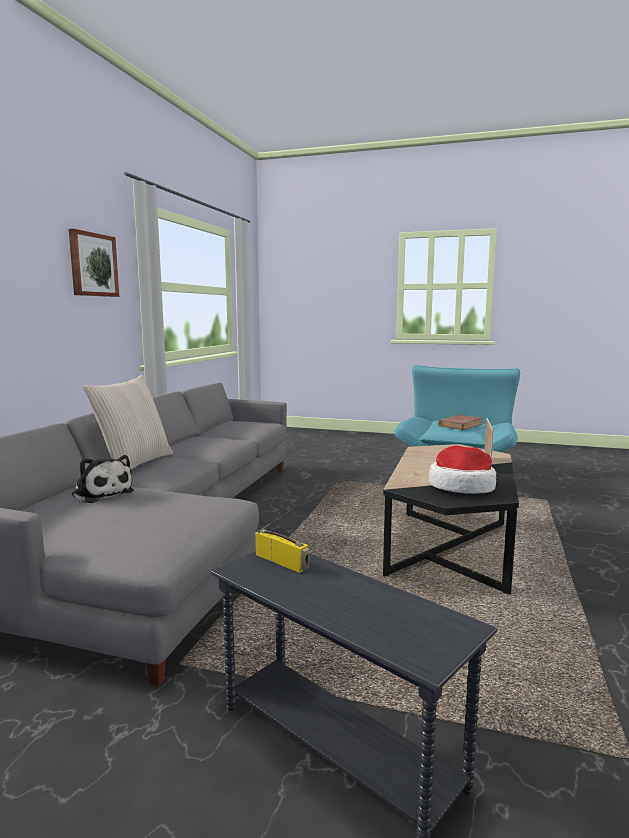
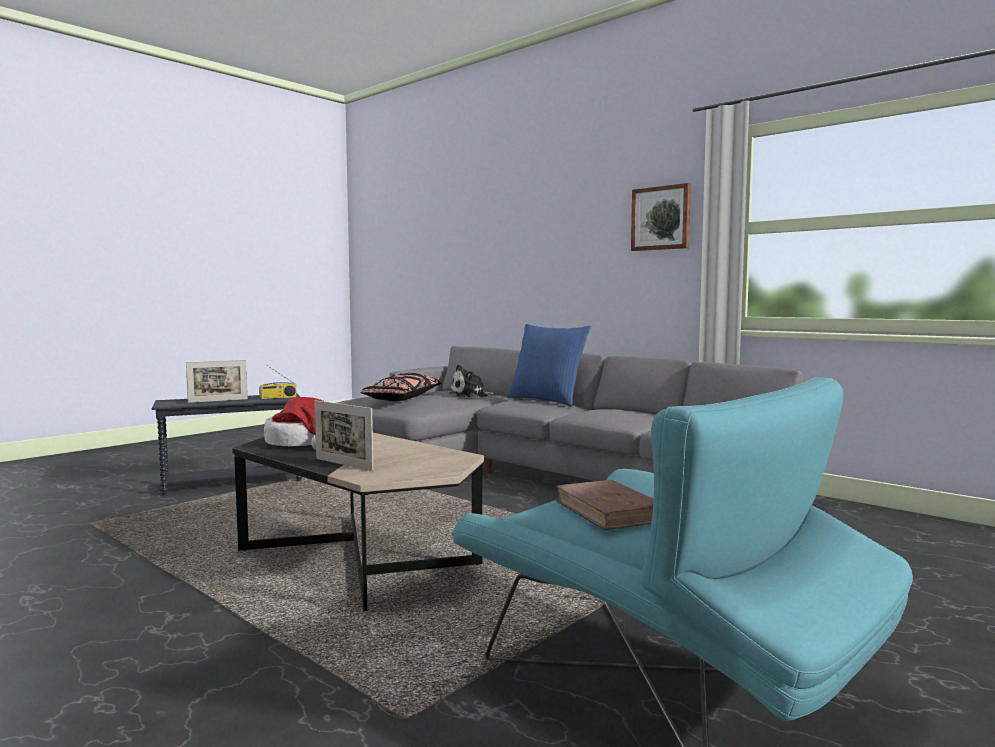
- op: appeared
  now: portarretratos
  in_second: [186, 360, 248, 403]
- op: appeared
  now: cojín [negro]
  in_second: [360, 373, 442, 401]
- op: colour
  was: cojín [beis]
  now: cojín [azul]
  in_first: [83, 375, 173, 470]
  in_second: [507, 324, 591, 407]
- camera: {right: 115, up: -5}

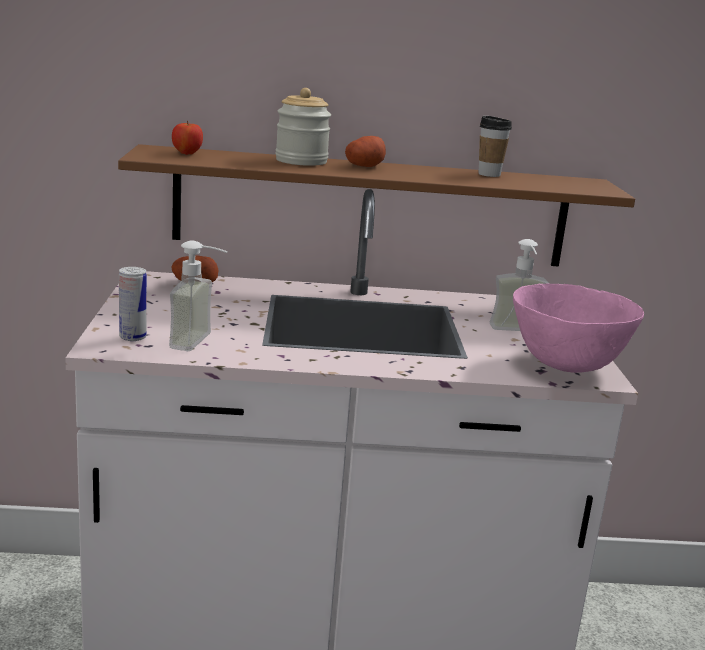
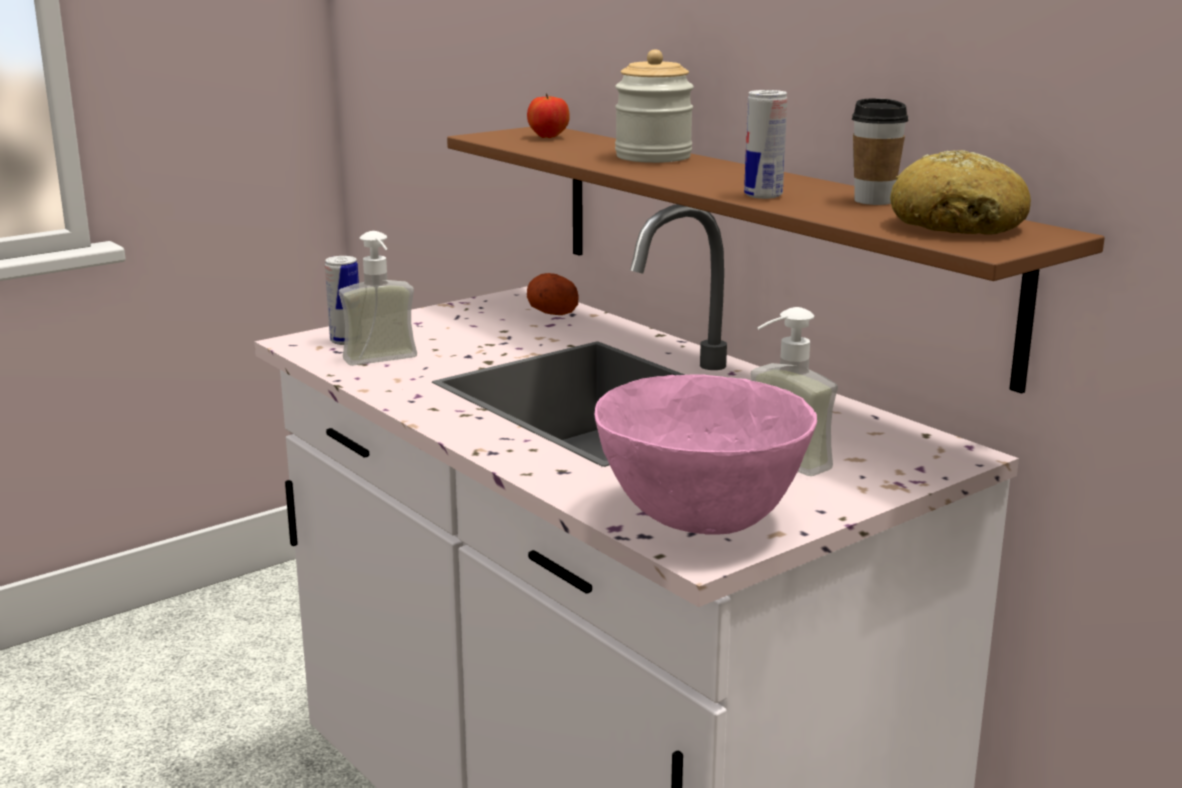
- op: missing
  was: patata
  in_first: [345, 136, 386, 167]
- op: appeared
  now: lata
  in_second: [744, 90, 787, 199]
- op: appeared
  now: pan
  in_second: [890, 150, 1031, 235]
- camera: {right: 55, up: 0}

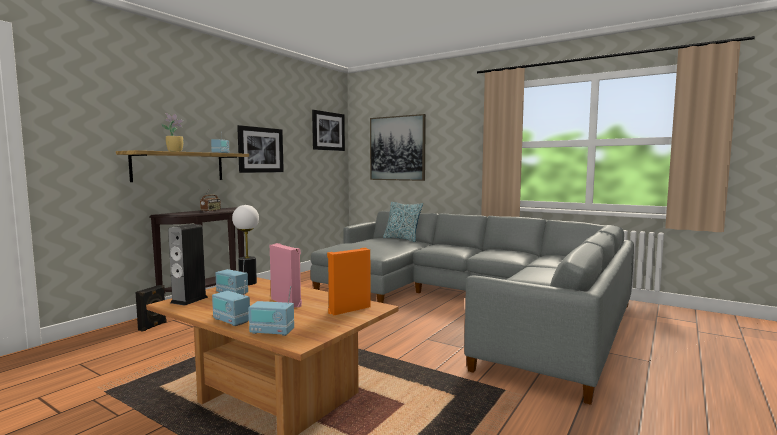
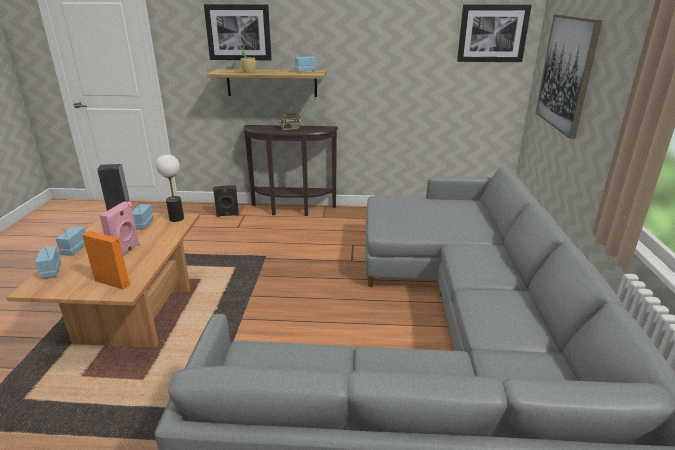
- op: missing
  was: cojín
  in_first: [383, 202, 423, 242]
- op: relocated
  was: cuadro
  in_first: [237, 125, 284, 173]
  in_second: [204, 4, 272, 60]
- camera: {right: 60, up: 20}

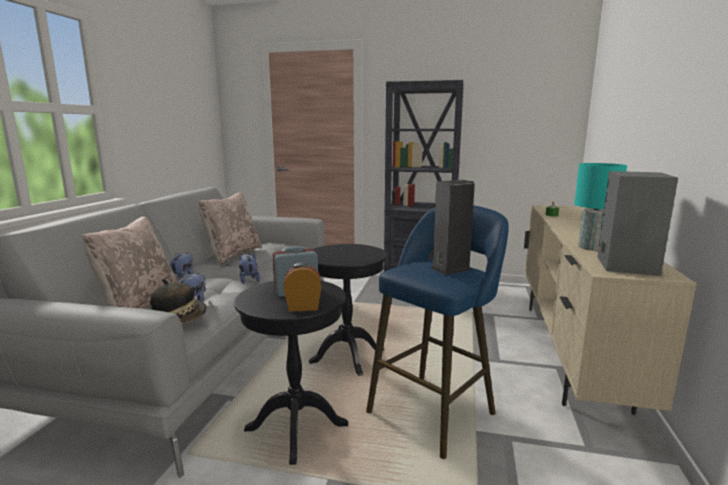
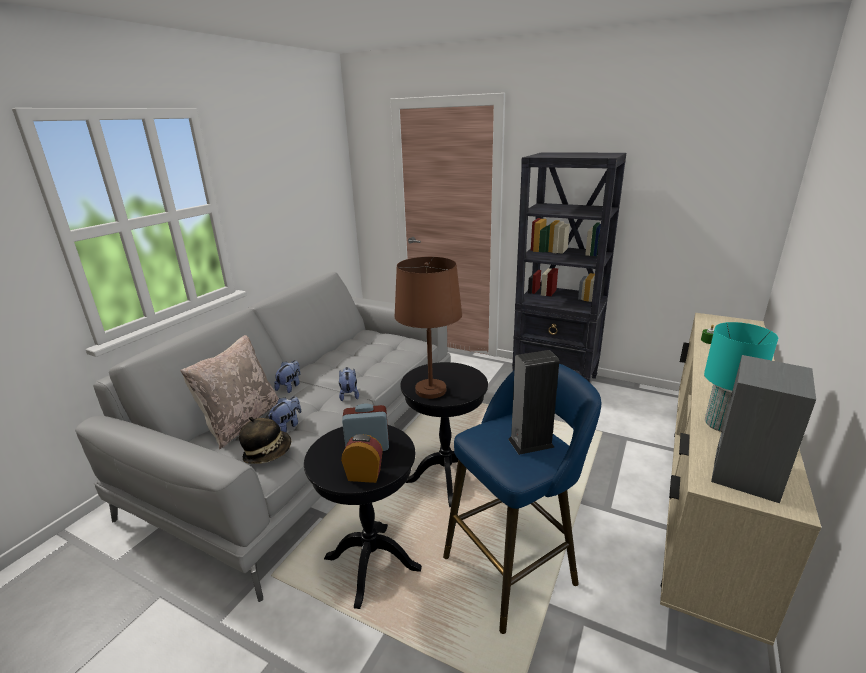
- op: missing
  was: cojín [beis]
  in_first: [198, 193, 262, 264]
- op: appeared
  now: lámpara de mesa [marrón]
  in_second: [394, 257, 462, 399]
- camera: {right: 15, up: 10}

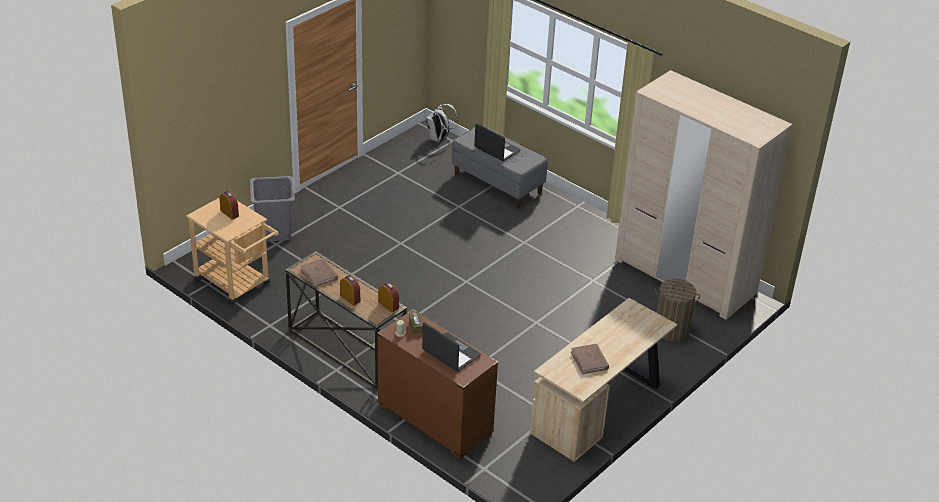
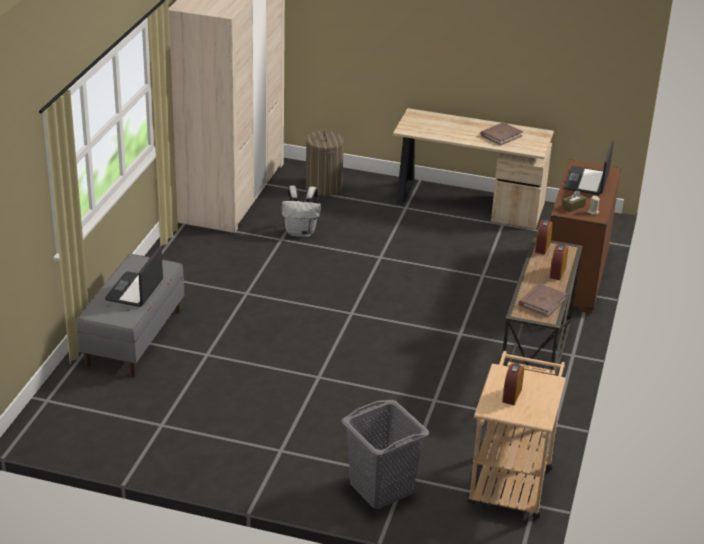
- op: relocated
  was: mochila [blanco]
  in_first: [426, 104, 458, 142]
  in_second: [282, 186, 321, 237]
- camera: {right: -115, up: -5}

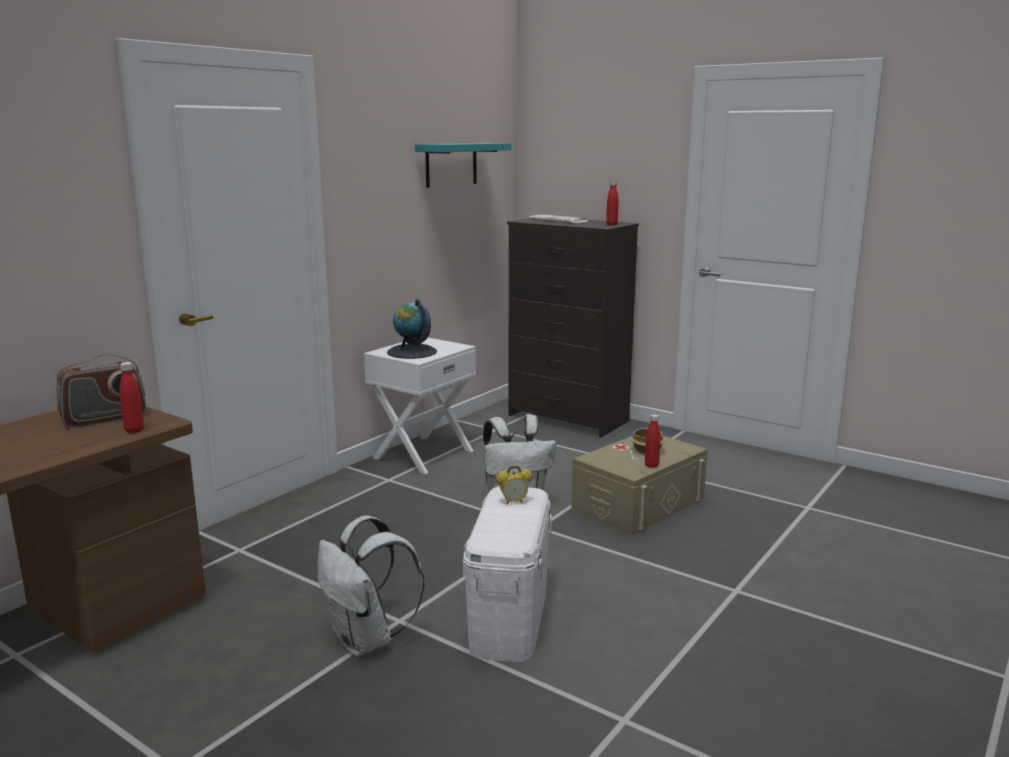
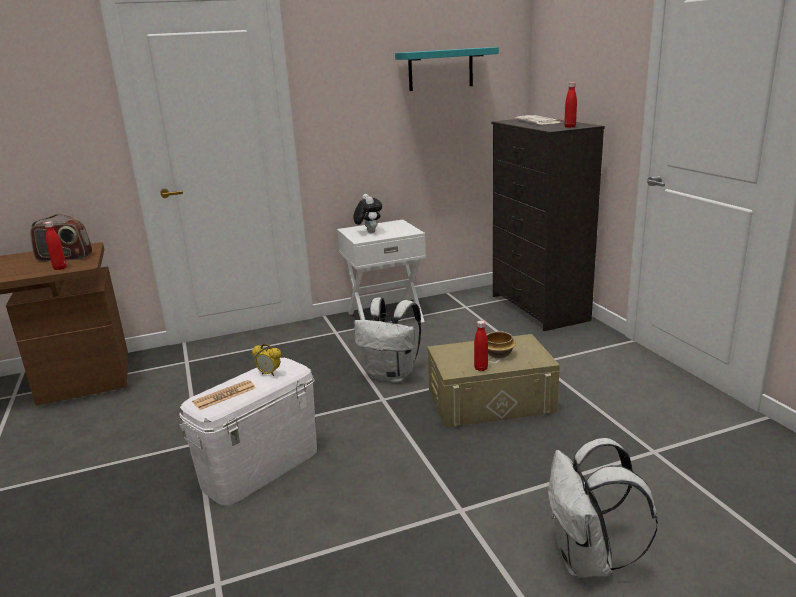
- op: appeared
  now: periódico
  in_second: [192, 380, 255, 410]
- op: relocated
  was: mochila [blanco]
  in_first: [318, 516, 425, 656]
  in_second: [548, 438, 658, 578]
- op: exchanged
  was: globo terráqueo
  now: peluche
  in_first: [387, 299, 437, 359]
  in_second: [353, 194, 382, 233]
- camera: {right: 35, up: 5}

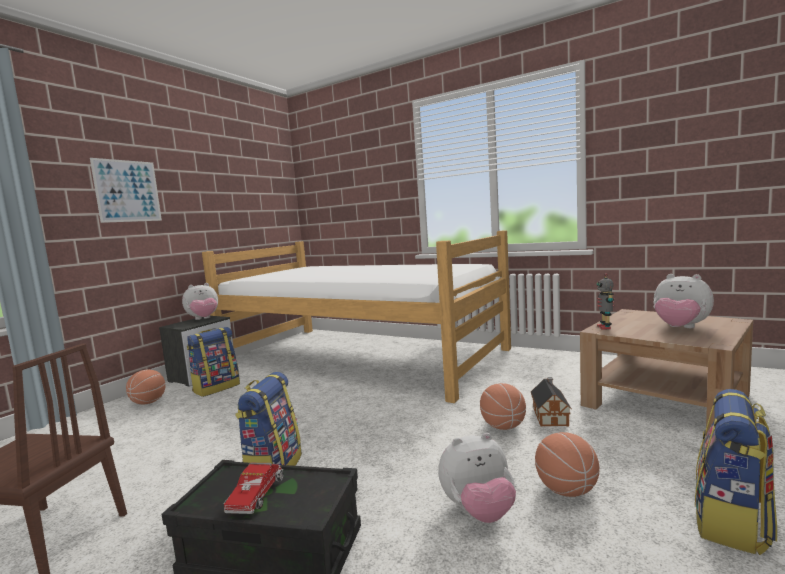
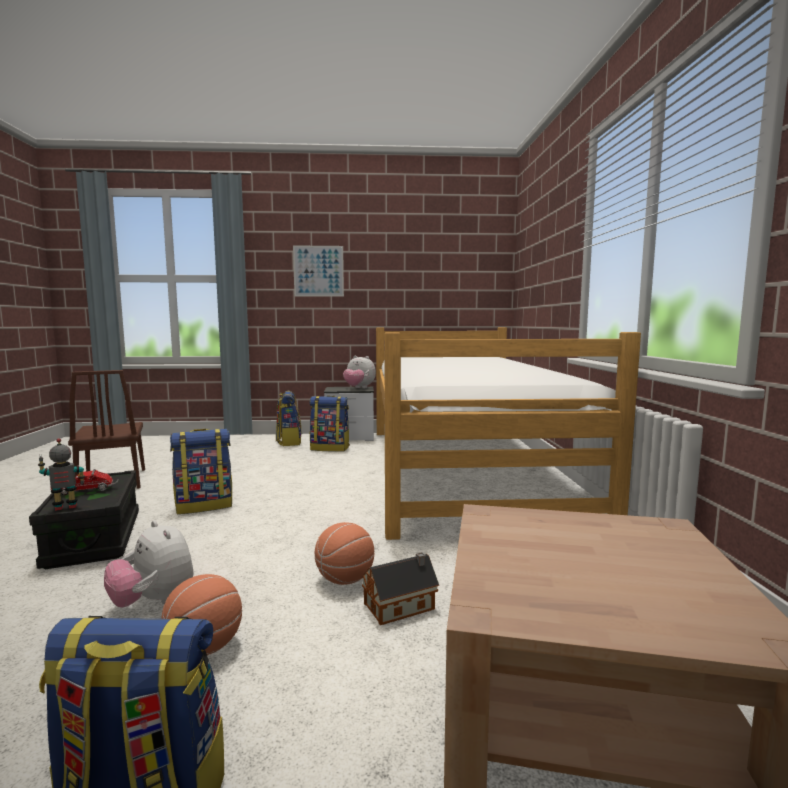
- op: missing
  was: peluche
  in_first: [653, 274, 714, 328]
- op: relocated
  was: robot de juguete
  in_first: [597, 274, 614, 330]
  in_second: [38, 438, 85, 511]
- op: exchanged
  was: balón de baloncesto
  now: mochila
  in_first: [126, 370, 166, 404]
  in_second: [276, 391, 302, 446]
- camera: {right: 55, up: 0}

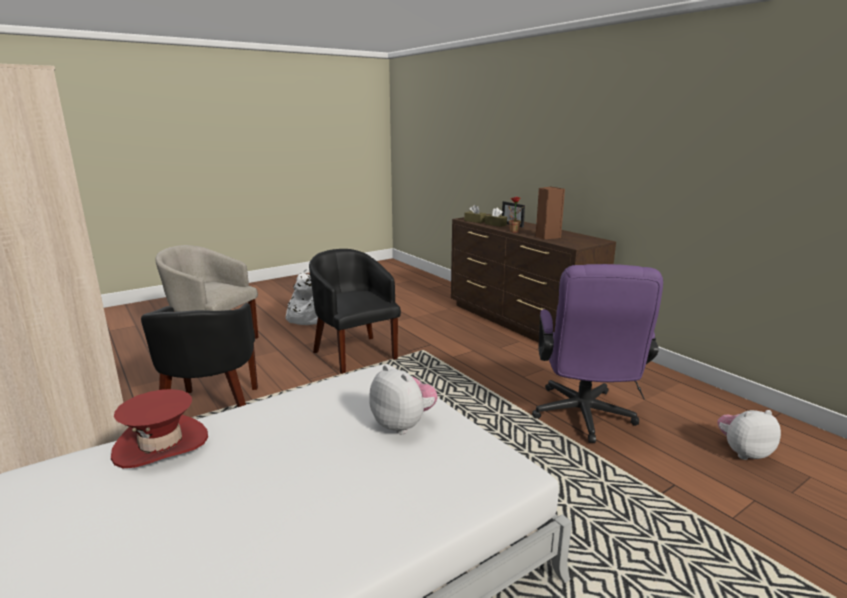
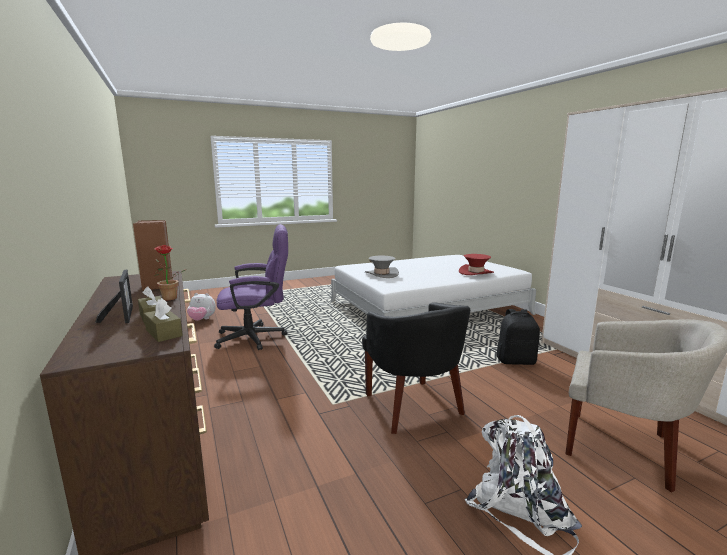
- op: exchanged
  was: sillón [negro]
  now: mochila [negro]
  in_first: [141, 303, 258, 407]
  in_second: [497, 309, 540, 365]
- op: exchanged
  was: peluche
  now: sombrero [gris]
  in_first: [369, 365, 438, 434]
  in_second: [365, 256, 399, 278]
- op: spun
  was: silla de oficina [morado]
  in_first: [532, 264, 663, 443]
  in_second: [214, 224, 288, 350]
  clockwise: 60
- camera: {right: -170, up: -5}

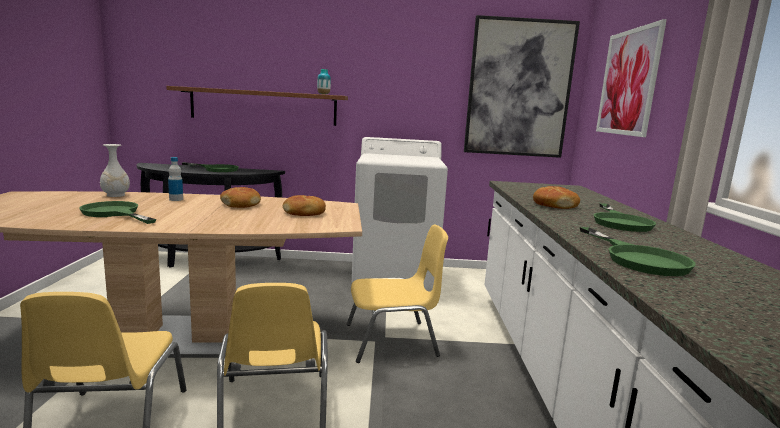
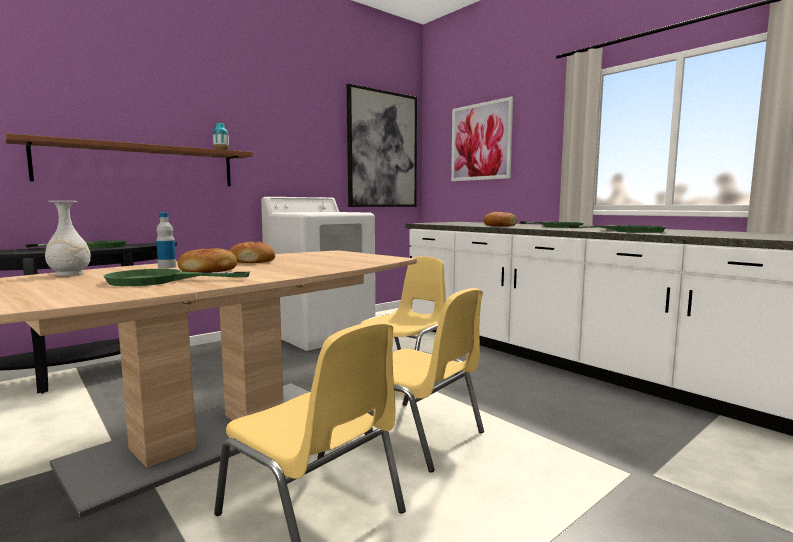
- op: relocated
  was: pan
  in_first: [283, 195, 326, 216]
  in_second: [177, 248, 237, 273]
- camera: {right: -40, up: -5}

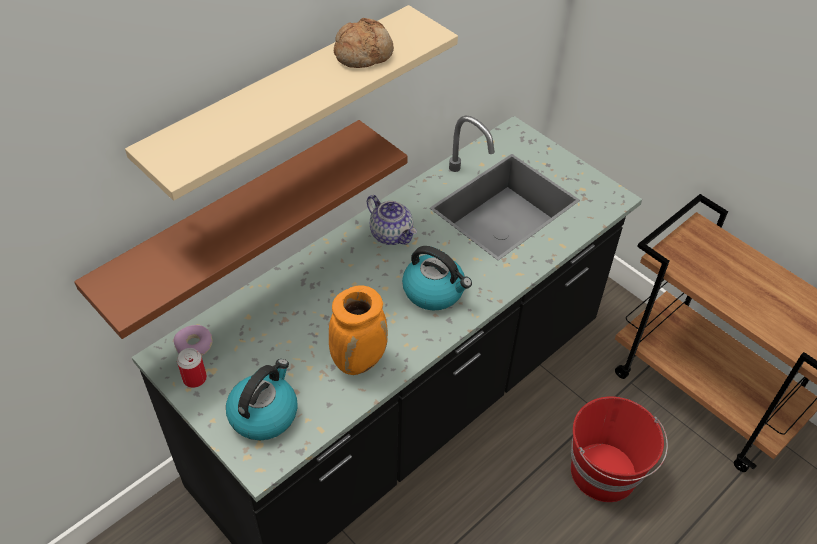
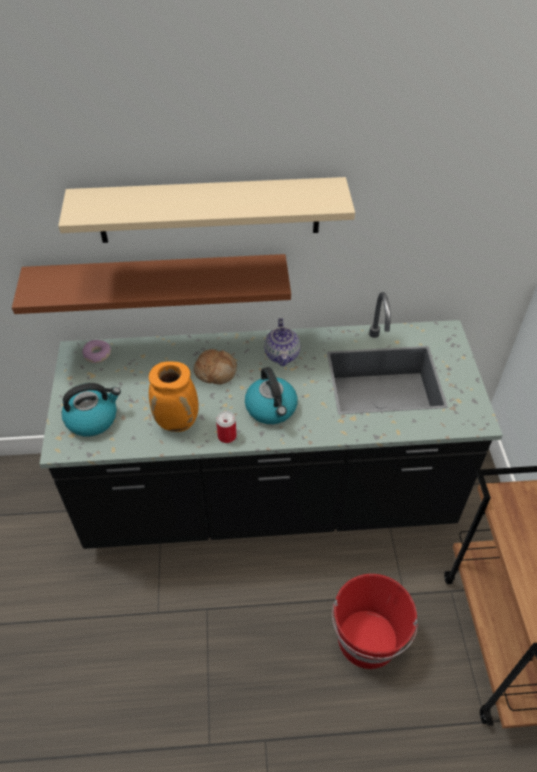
- op: relocated
  was: lata
  in_first: [177, 348, 207, 388]
  in_second: [216, 411, 237, 443]
- op: relocated
  was: pan
  in_first: [334, 18, 394, 68]
  in_second: [194, 349, 237, 384]
- camera: {right: 40, up: 0}

